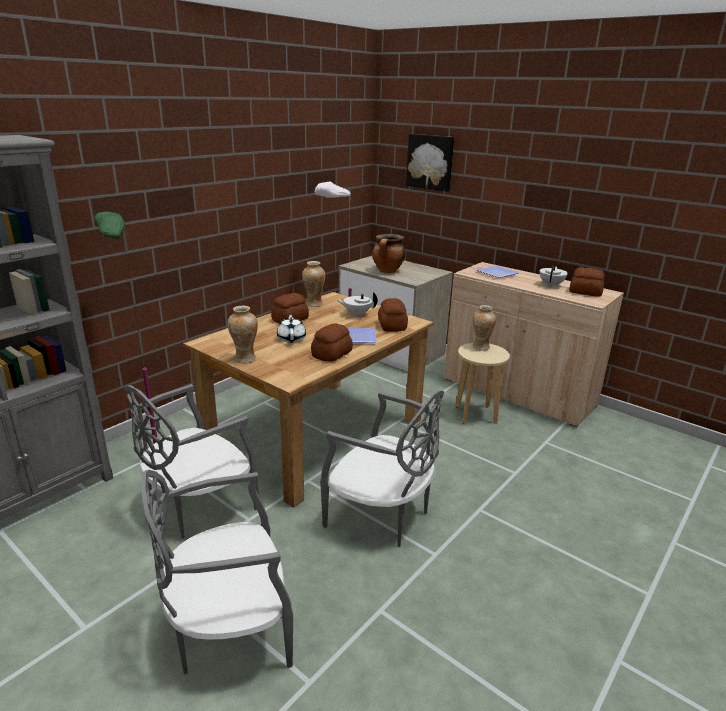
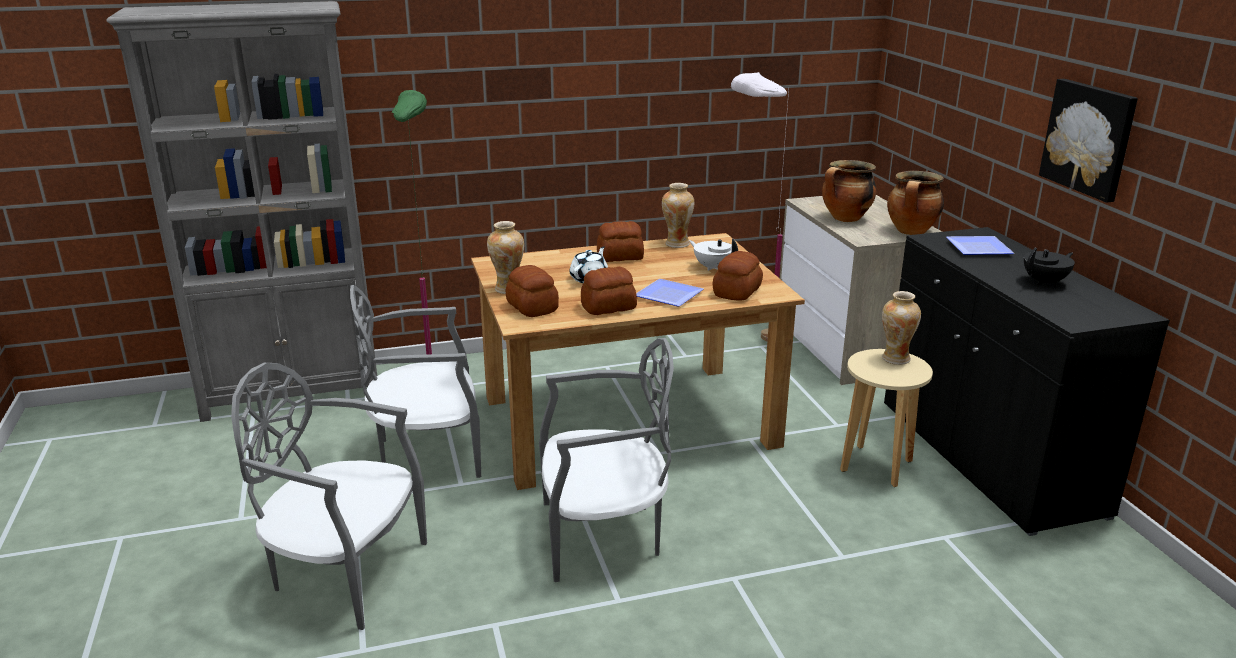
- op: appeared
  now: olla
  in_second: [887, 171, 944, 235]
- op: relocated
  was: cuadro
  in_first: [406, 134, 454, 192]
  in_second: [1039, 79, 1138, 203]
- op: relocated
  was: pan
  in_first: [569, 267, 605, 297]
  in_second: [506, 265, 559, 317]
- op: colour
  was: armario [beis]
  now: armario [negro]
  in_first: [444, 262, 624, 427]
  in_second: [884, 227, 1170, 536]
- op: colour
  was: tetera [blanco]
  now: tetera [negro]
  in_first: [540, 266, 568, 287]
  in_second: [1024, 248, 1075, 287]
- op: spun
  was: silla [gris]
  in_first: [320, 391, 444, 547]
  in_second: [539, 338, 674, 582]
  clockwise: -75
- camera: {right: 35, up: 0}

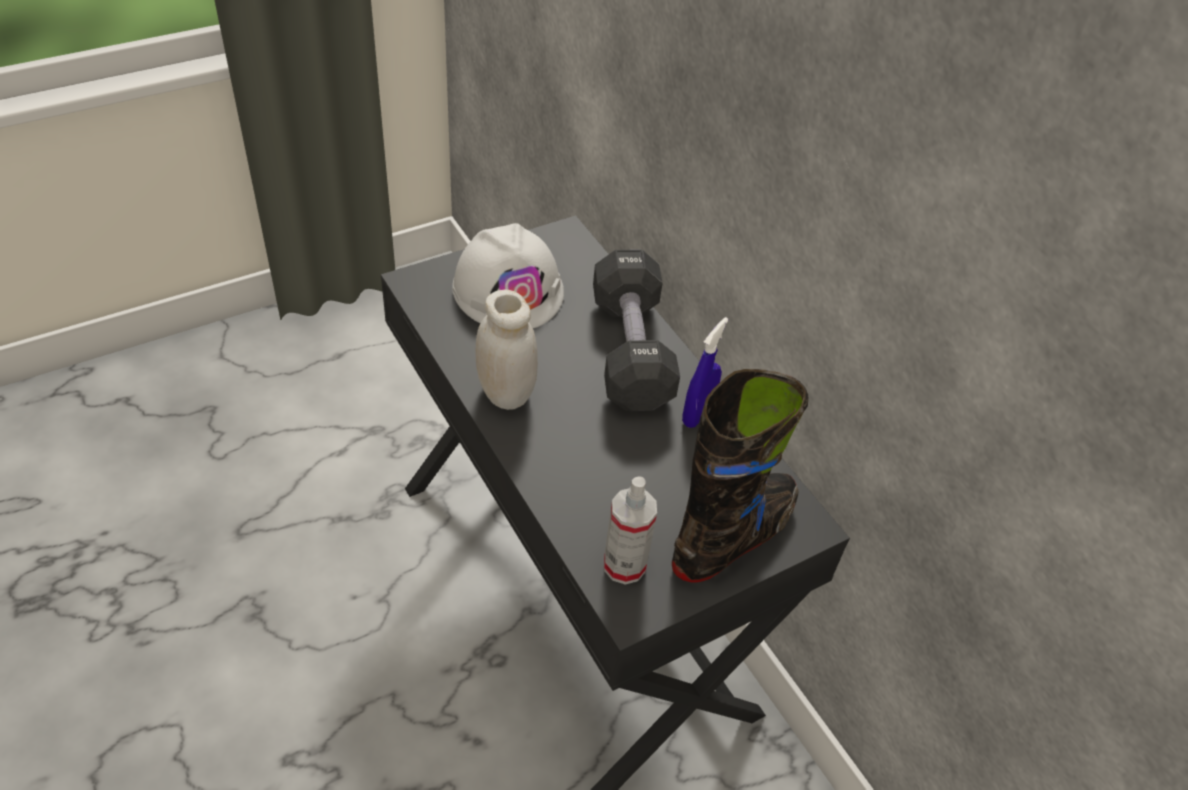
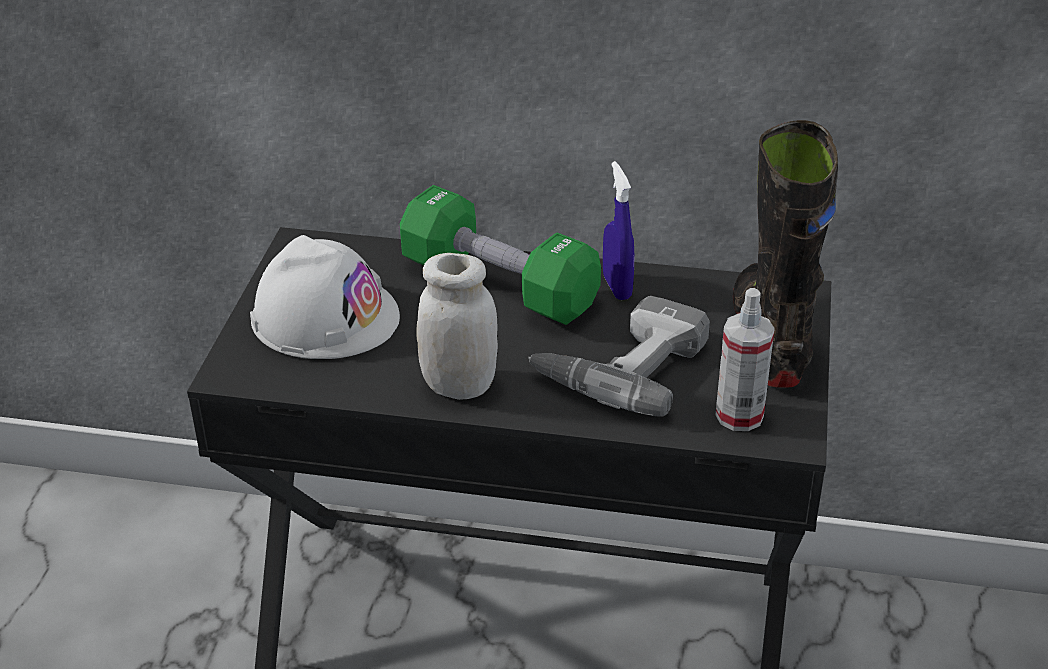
- op: appeared
  now: taladro
  in_second: [528, 296, 710, 417]
- op: colour
  was: mancuerna [negro]
  now: mancuerna [verde]
  in_first: [593, 250, 680, 411]
  in_second: [400, 185, 601, 325]
- camera: {right: -45, up: -10}

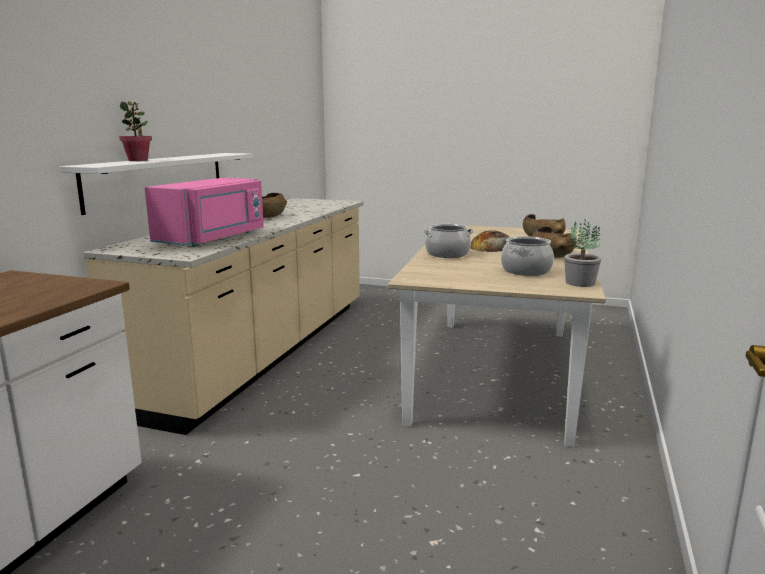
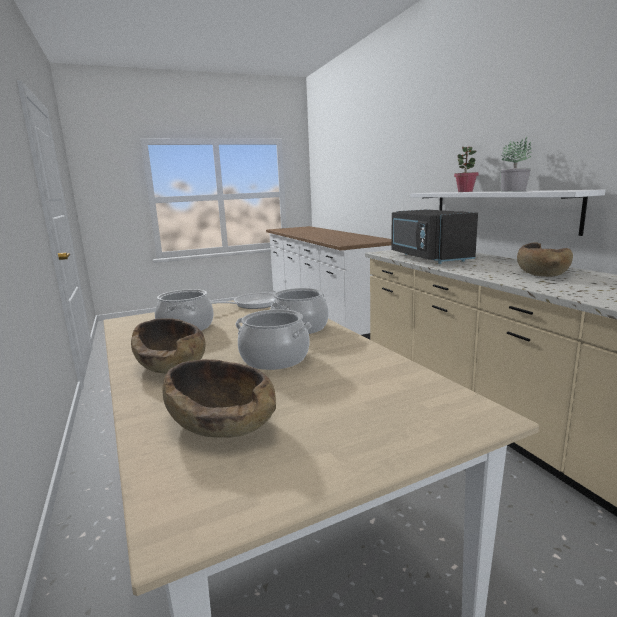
- op: appeared
  now: sartén
  in_second: [211, 293, 274, 309]
- op: relocated
  was: planta en maceta
  in_first: [564, 219, 601, 287]
  in_second: [500, 137, 531, 192]
- op: exchanged
  was: pan
  now: olla
  in_first: [470, 230, 510, 252]
  in_second: [235, 309, 312, 370]
- op: colour
  was: microondas [rosa]
  now: microondas [negro]
  in_first: [145, 177, 264, 247]
  in_second: [391, 210, 478, 264]
- camera: {right: 140, up: 0}

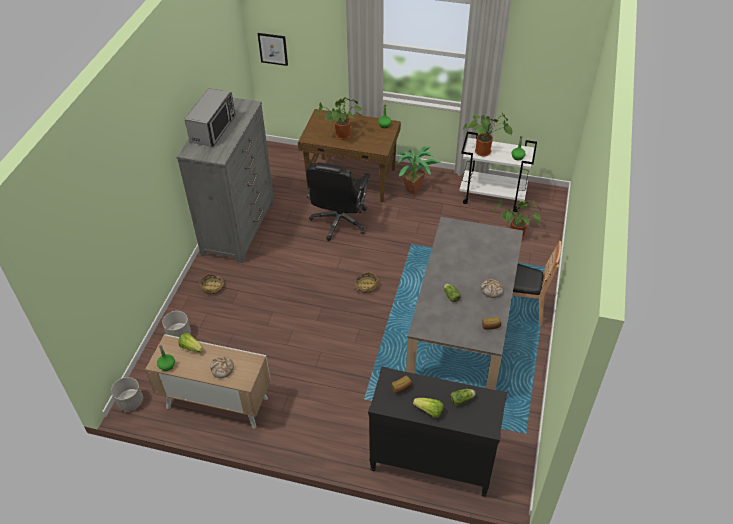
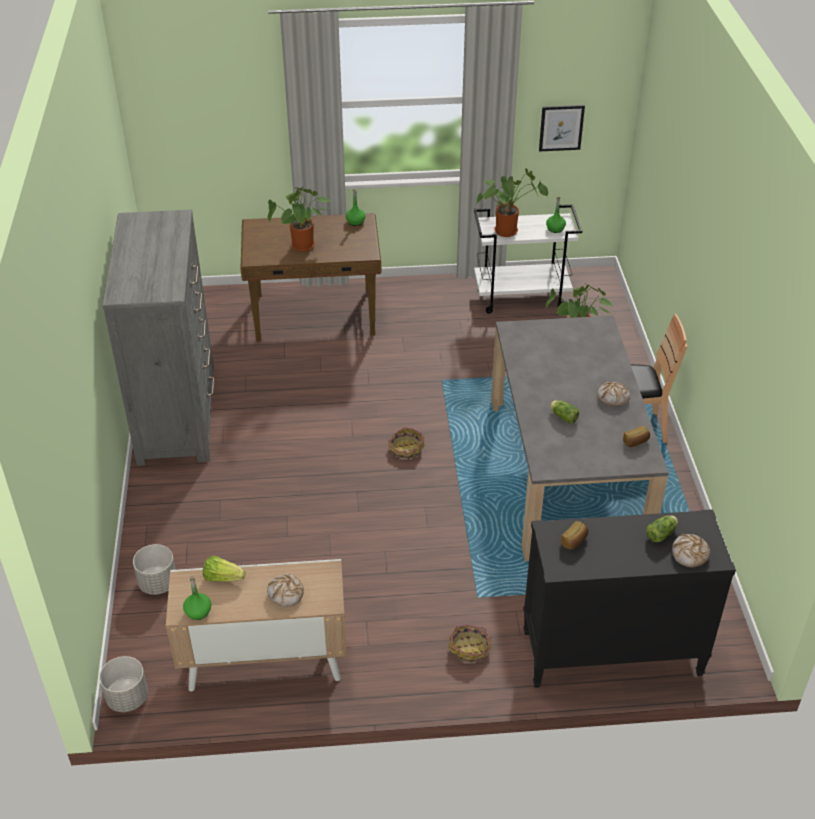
- op: missing
  was: microondas
  in_first: [185, 88, 235, 147]
- op: missing
  was: silla de oficina [negro]
  in_first: [306, 162, 370, 241]
- op: missing
  was: planta en maceta
  in_first: [397, 146, 440, 195]
- op: missing
  was: lechuga
  in_first: [413, 398, 444, 418]
- op: appeared
  now: pan
  in_second: [672, 534, 710, 567]
- op: relocated
  was: cesta
  in_first: [199, 273, 226, 294]
  in_second: [449, 625, 492, 663]
- op: relocated
  was: cuadro
  in_first: [258, 33, 288, 66]
  in_second: [539, 105, 585, 151]
- camera: {right: -20, up: -5}

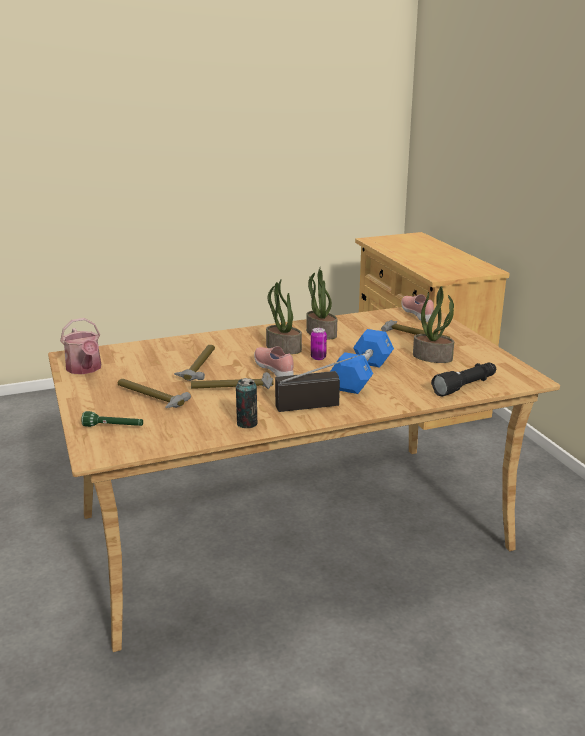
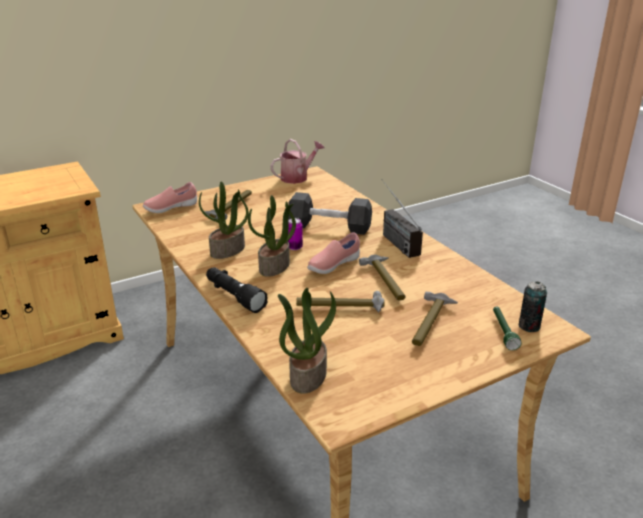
- op: relocated
  was: regadera
  in_first: [60, 318, 101, 374]
  in_second: [270, 139, 325, 184]
- op: relocated
  was: lata
  in_first: [236, 378, 257, 428]
  in_second: [519, 281, 547, 332]
- op: relocated
  was: planta en maceta
  in_first: [413, 286, 454, 363]
  in_second: [278, 288, 336, 394]
- op: relocated
  was: linterna [negro]
  in_first: [431, 362, 496, 396]
  in_second: [206, 268, 268, 313]
- op: colour
  was: mancuerna [azul]
  now: mancuerna [negro]
  in_first: [331, 329, 394, 394]
  in_second: [288, 192, 372, 235]
- camera: {right: -100, up: 5}

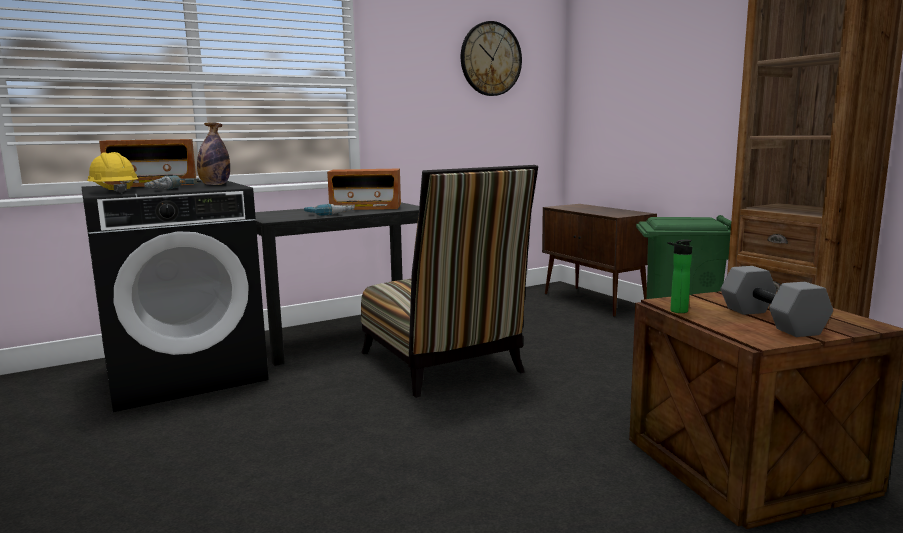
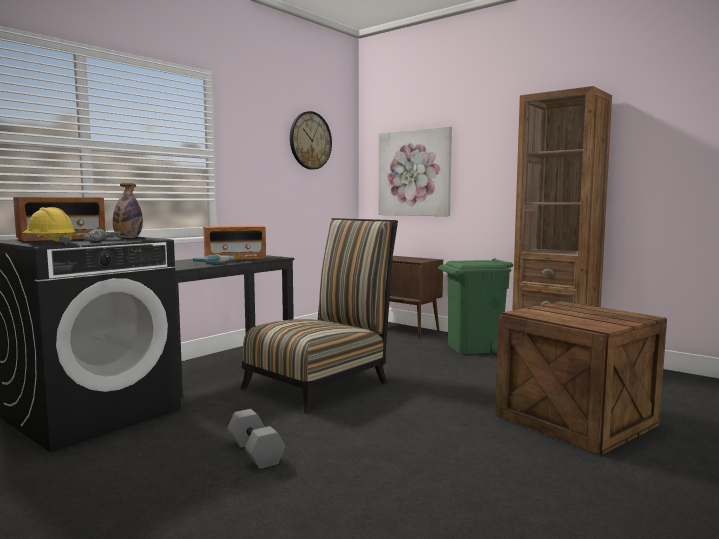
- op: missing
  was: botella
  in_first: [667, 240, 692, 313]
- op: appeared
  now: cuadro
  in_second: [378, 126, 452, 216]
- op: relocated
  was: mancuerna [gris]
  in_first: [721, 266, 833, 337]
  in_second: [227, 409, 285, 469]
- op: spun
  was: silla
  in_first: [361, 165, 538, 398]
  in_second: [240, 218, 398, 414]
  clockwise: -90
- camera: {right: -20, up: -5}

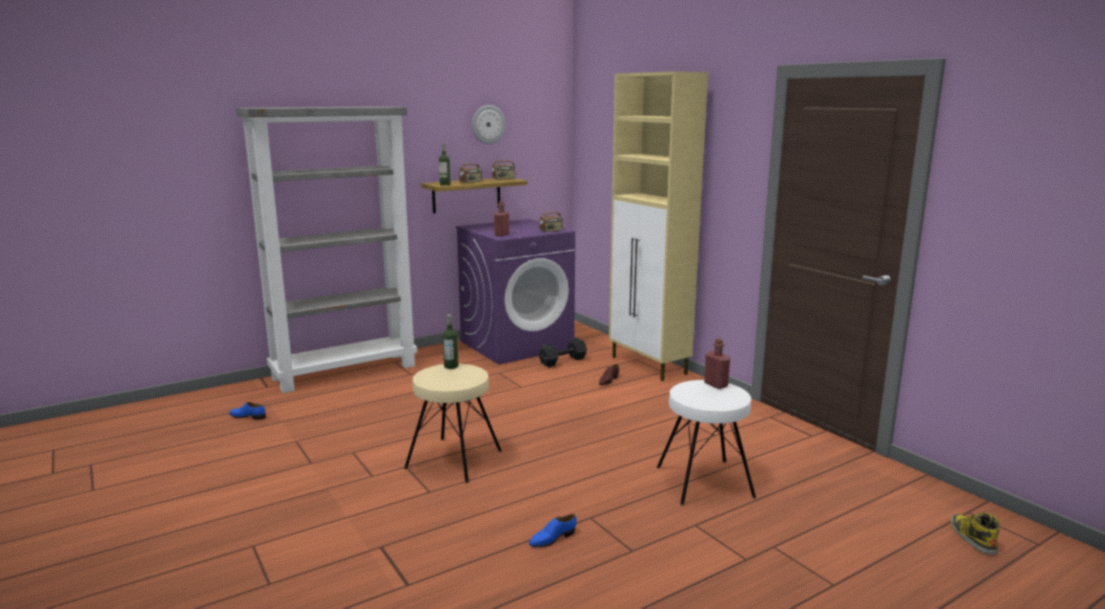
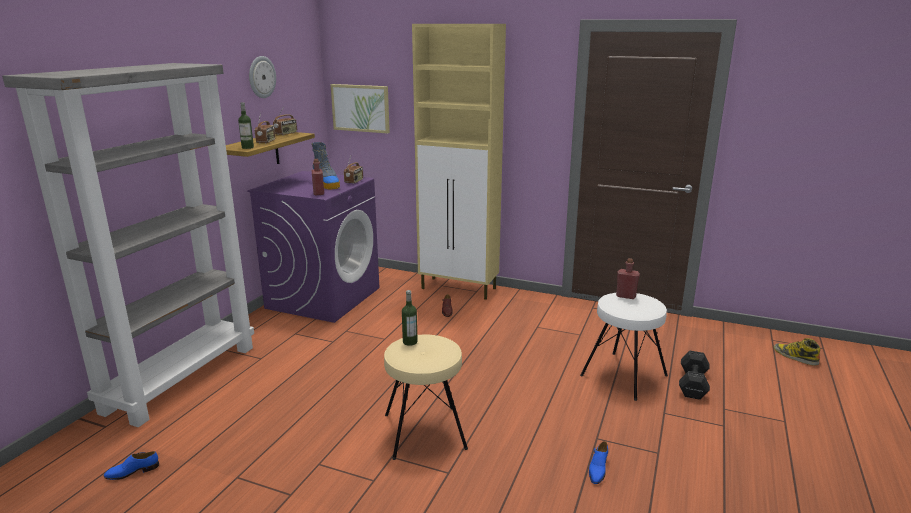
- op: appeared
  now: bota
  in_second: [311, 142, 340, 190]
- op: appeared
  now: cuadro
  in_second: [330, 84, 390, 133]
- op: relocated
  was: mancuerna [negro]
  in_first: [539, 338, 587, 367]
  in_second: [679, 351, 710, 400]
- camera: {right: -35, up: 5}

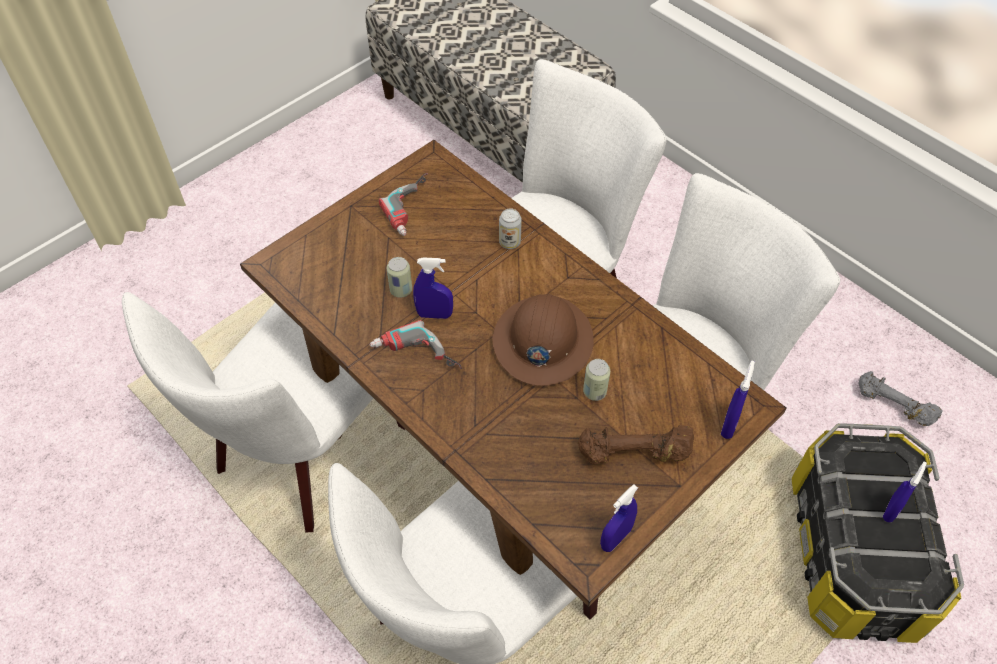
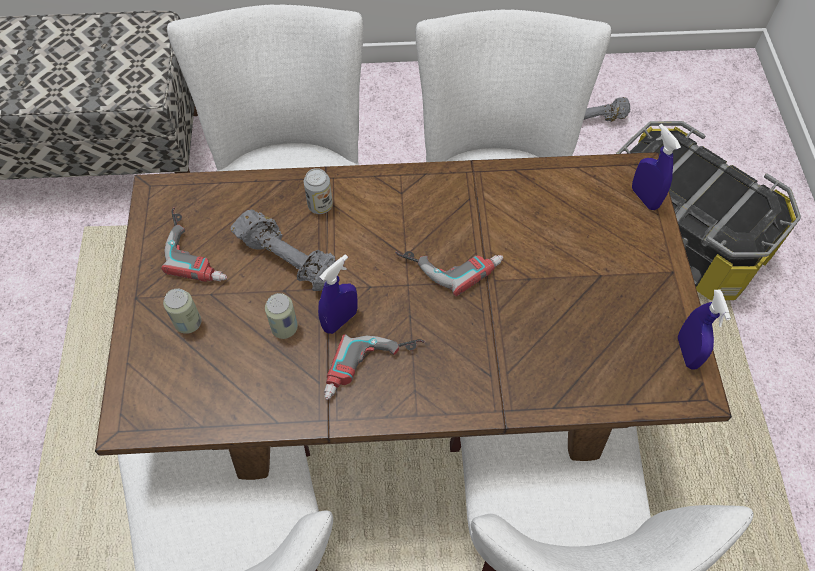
- op: missing
  was: mancuerna [marrón]
  in_first: [578, 425, 694, 464]
- op: missing
  was: pulverizador [azul]
  in_first: [883, 462, 927, 522]
- op: appeared
  now: mancuerna [gris]
  in_second: [230, 210, 335, 291]
- op: relocated
  was: lata
  in_first: [583, 359, 610, 401]
  in_second: [163, 288, 201, 334]
- op: exchanged
  was: casco [marrón]
  now: taladro
  in_first: [492, 294, 594, 386]
  in_second: [395, 251, 503, 296]
- camera: {right: -50, up: 5}

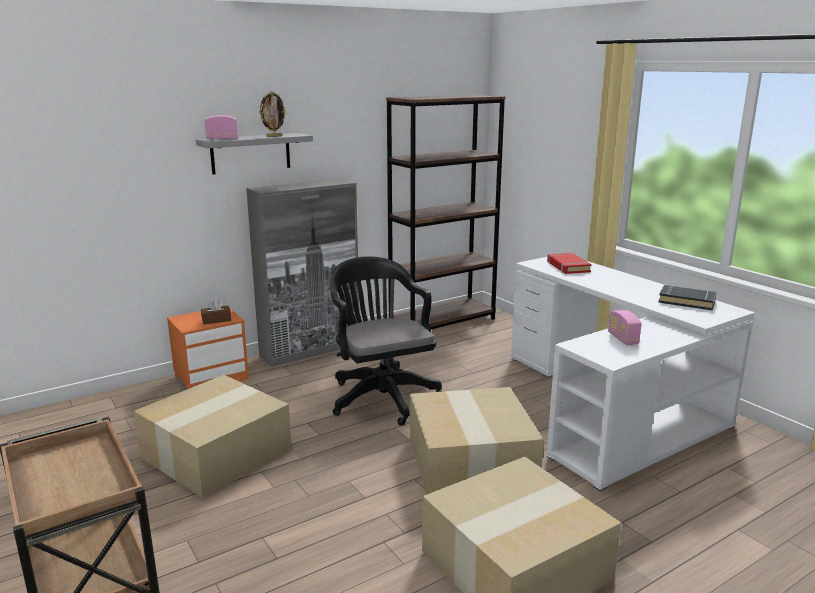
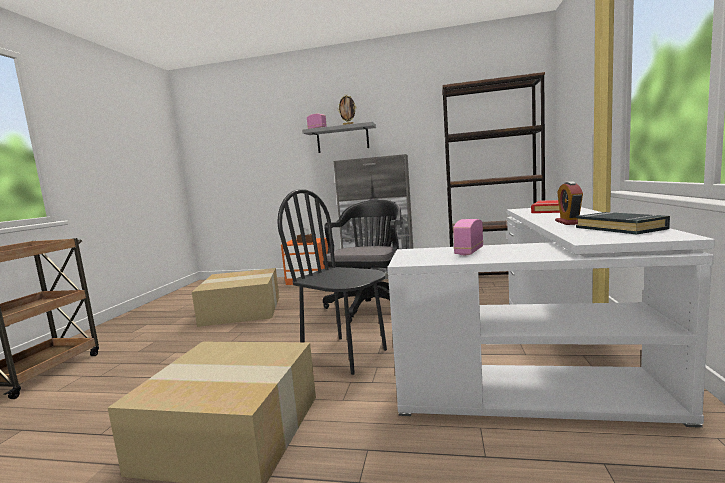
- op: appeared
  now: despertador
  in_second: [555, 181, 583, 225]
- op: exchanged
  was: caja de cartón
  now: silla [negro]
  in_first: [410, 387, 544, 495]
  in_second: [277, 189, 387, 375]
- camera: {right: 45, up: -10}

